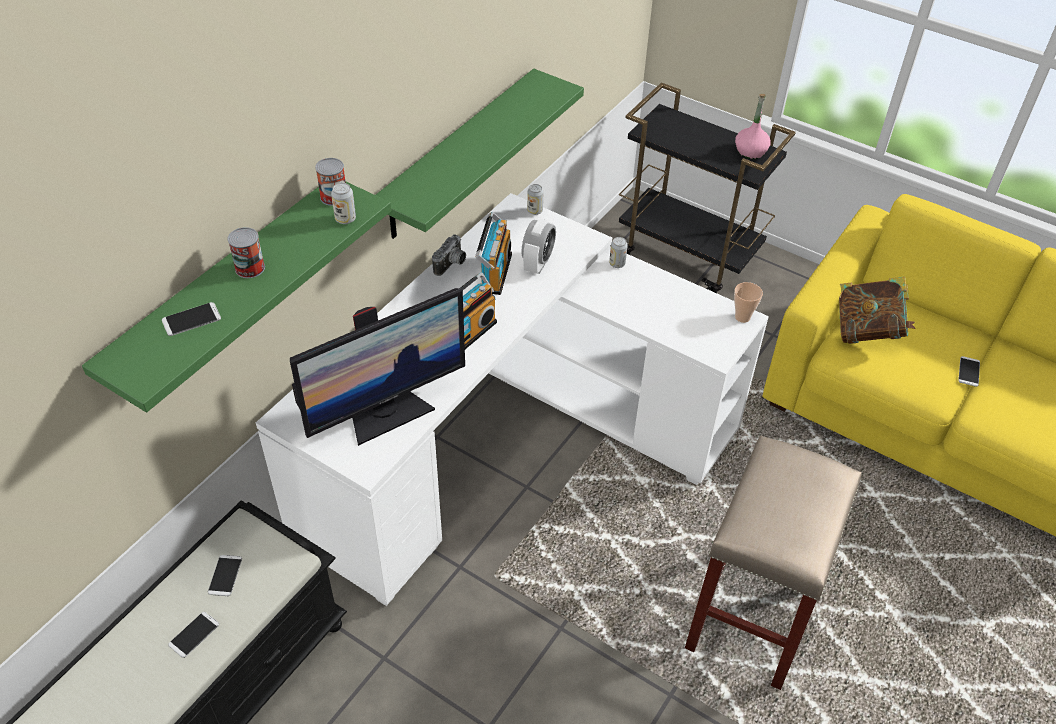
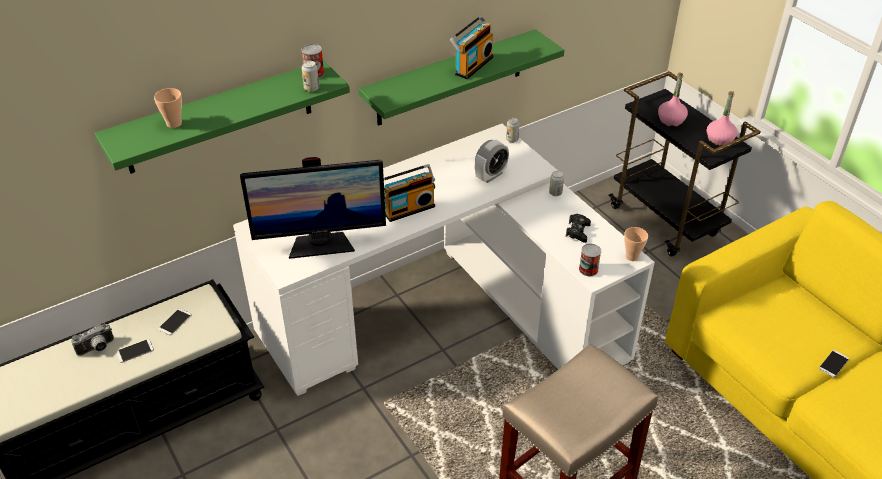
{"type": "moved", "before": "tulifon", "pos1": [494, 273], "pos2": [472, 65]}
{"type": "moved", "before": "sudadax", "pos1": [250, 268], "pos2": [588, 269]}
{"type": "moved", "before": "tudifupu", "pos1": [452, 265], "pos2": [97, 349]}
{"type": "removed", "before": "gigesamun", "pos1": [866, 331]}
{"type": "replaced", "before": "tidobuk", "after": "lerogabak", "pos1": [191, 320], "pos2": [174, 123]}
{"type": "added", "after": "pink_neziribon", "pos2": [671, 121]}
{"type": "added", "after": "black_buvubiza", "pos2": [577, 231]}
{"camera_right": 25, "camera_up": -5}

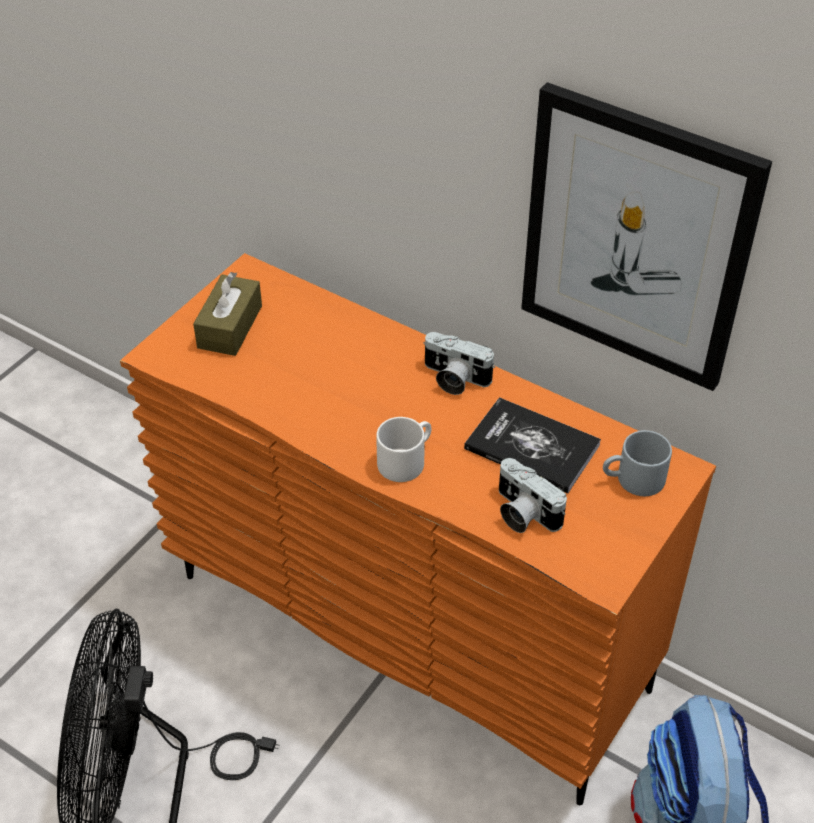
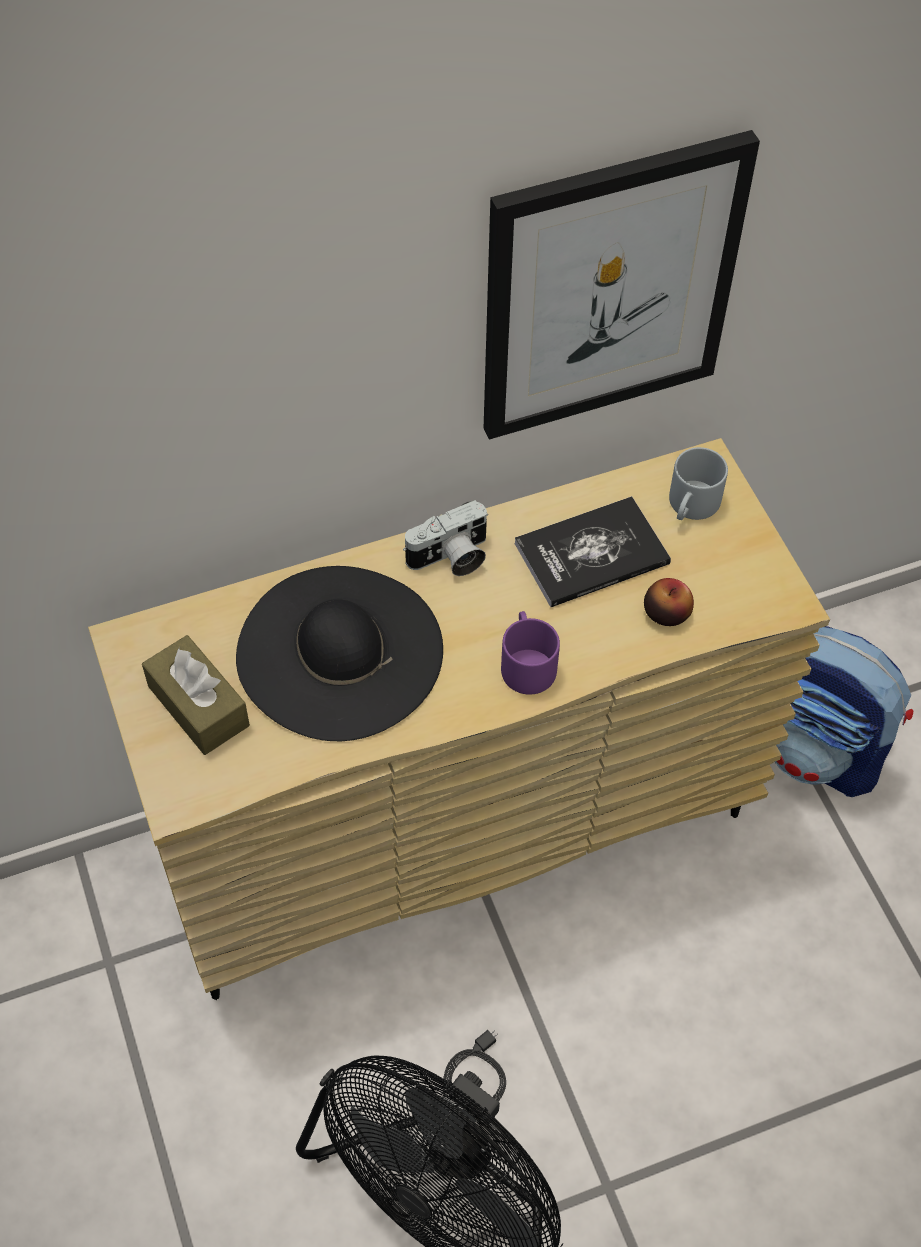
{"type": "recoloured", "before": "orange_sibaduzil", "after": "beige_sibaduzil", "pos1": [409, 636], "pos2": [457, 836]}
{"type": "recoloured", "before": "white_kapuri", "after": "purple_kapuri", "pos1": [406, 459], "pos2": [525, 662]}
{"type": "replaced", "before": "tudifupu", "after": "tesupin", "pos1": [523, 513], "pos2": [666, 612]}
{"type": "added", "after": "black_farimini", "pos2": [339, 652]}
{"camera_right": -55, "camera_up": 10}

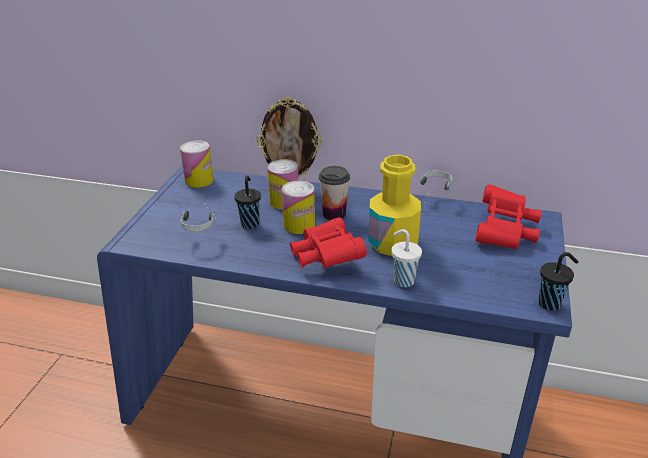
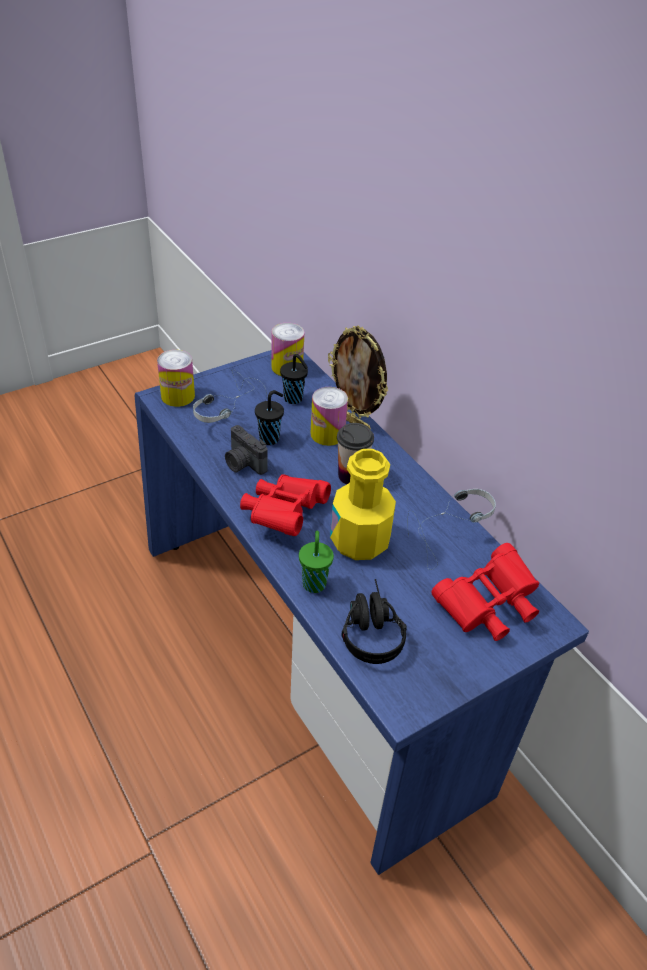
{"type": "moved", "before": "sudadax", "pos1": [299, 225], "pos2": [178, 396]}
{"type": "recoloured", "before": "white_lerogabak", "after": "green_lerogabak", "pos1": [403, 280], "pos2": [314, 583]}
{"type": "moved", "before": "black_lerogabak", "pos1": [550, 304], "pos2": [294, 399]}
{"type": "added", "after": "tudifupu", "pos2": [243, 464]}
{"type": "added", "after": "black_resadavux", "pos2": [369, 628]}
{"camera_right": 40, "camera_up": 10}

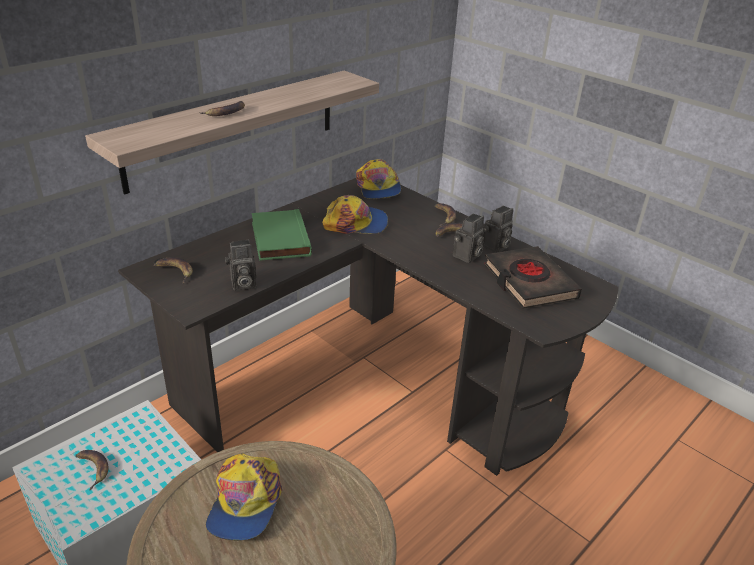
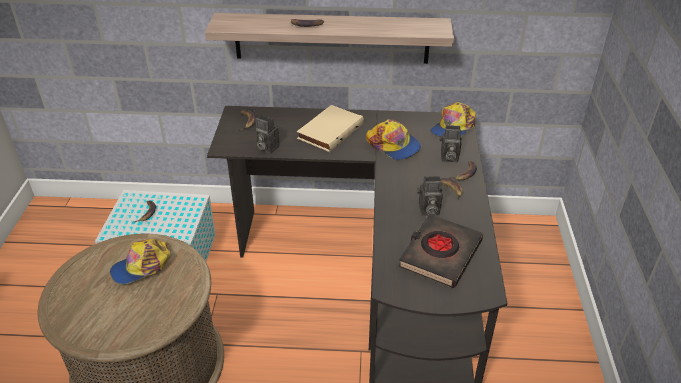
{"type": "moved", "before": "tudifupu", "pos1": [495, 248], "pos2": [448, 157]}
{"type": "recoloured", "before": "green_gigesamun", "after": "beige_gigesamun", "pos1": [278, 239], "pos2": [329, 130]}
{"camera_right": 50, "camera_up": 5}

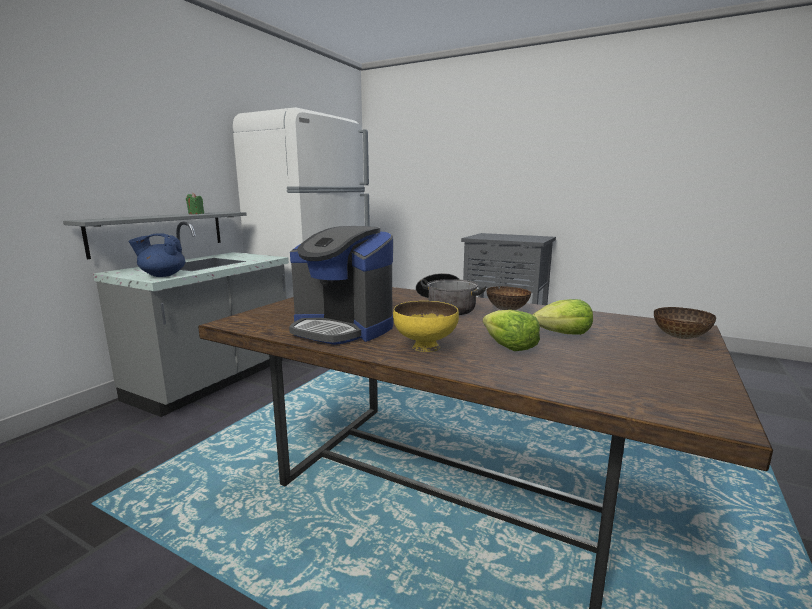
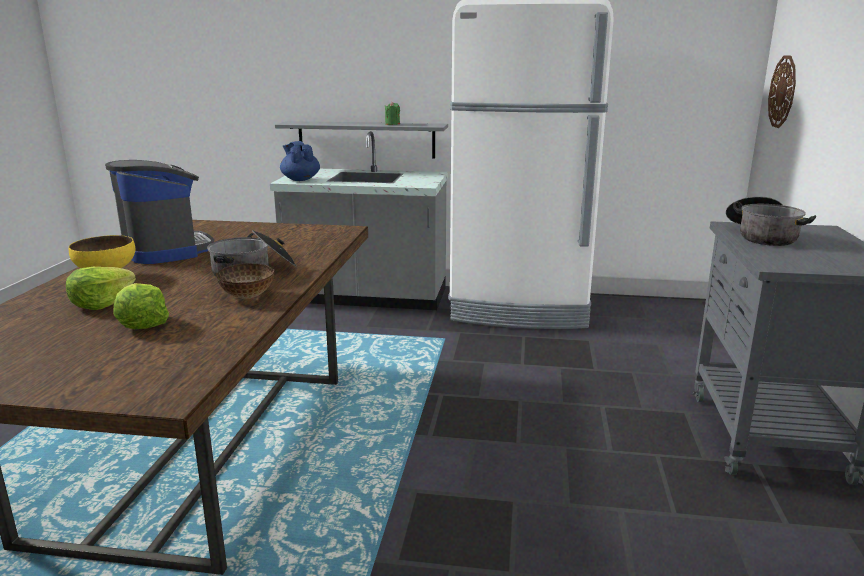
{"type": "turned", "before": "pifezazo", "pos1": [342, 328], "pos2": [166, 250], "turn": 135}
{"type": "removed", "before": "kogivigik", "pos1": [679, 337]}
{"type": "added", "after": "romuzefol", "pos2": [783, 91]}
{"type": "added", "after": "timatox", "pos2": [762, 236]}
{"camera_right": 70, "camera_up": 5}

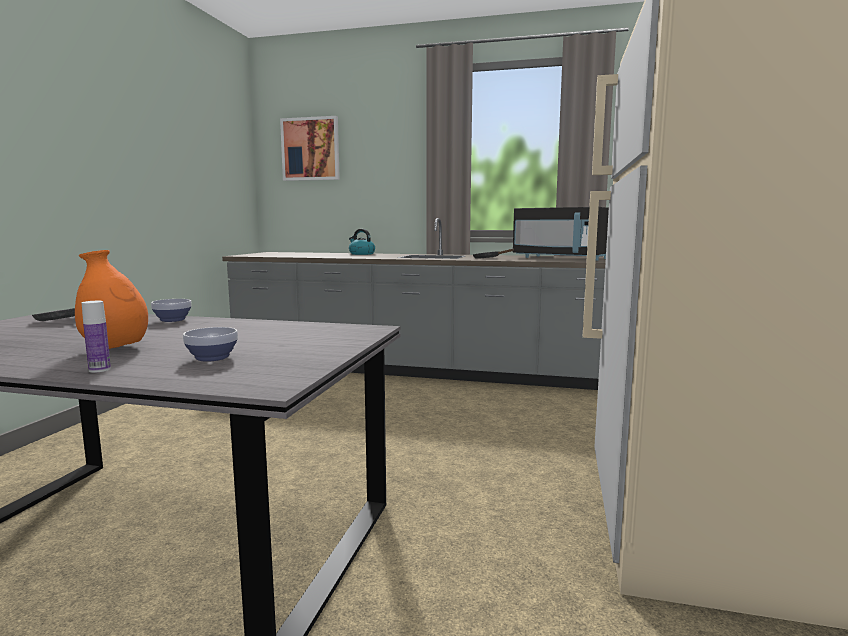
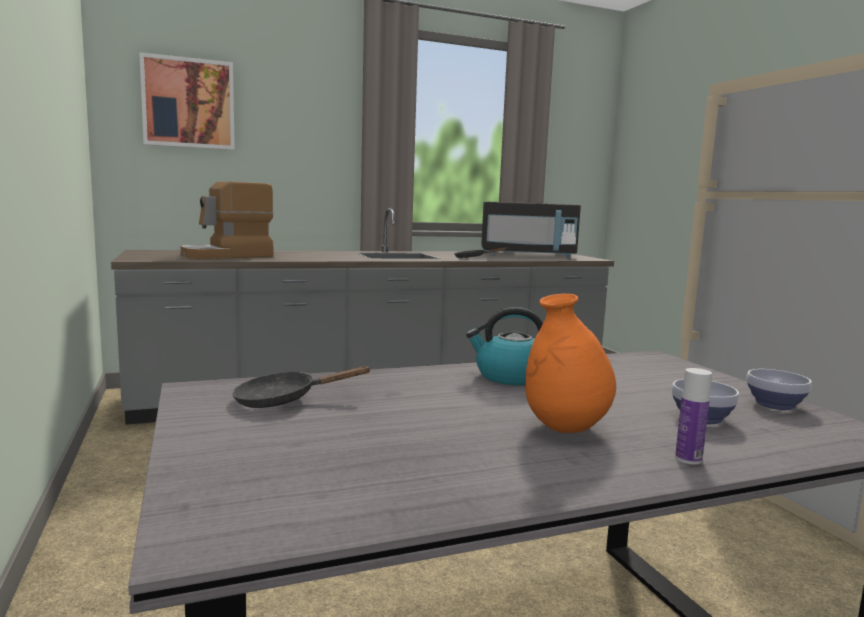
{"type": "moved", "before": "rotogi", "pos1": [361, 254], "pos2": [510, 377]}
{"type": "moved", "before": "kogivigik", "pos1": [174, 320], "pos2": [775, 404]}
{"type": "added", "after": "pifezazo", "pos2": [228, 255]}
{"camera_right": -35, "camera_up": 0}

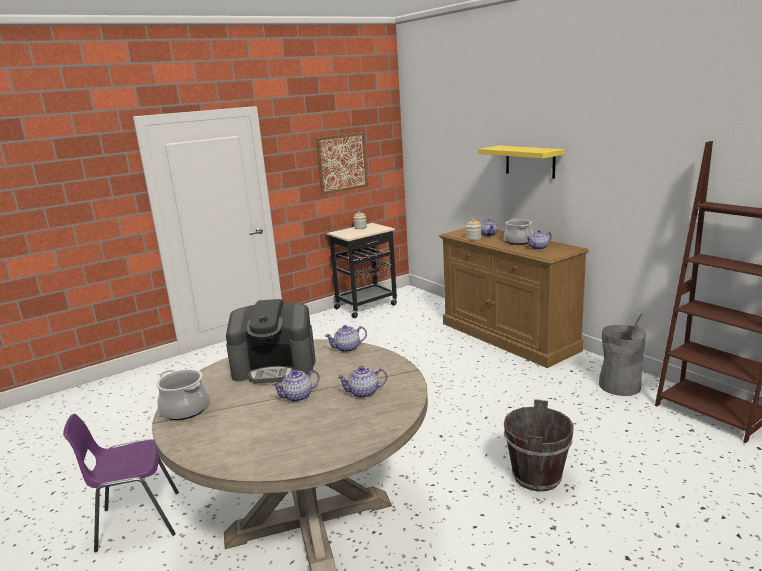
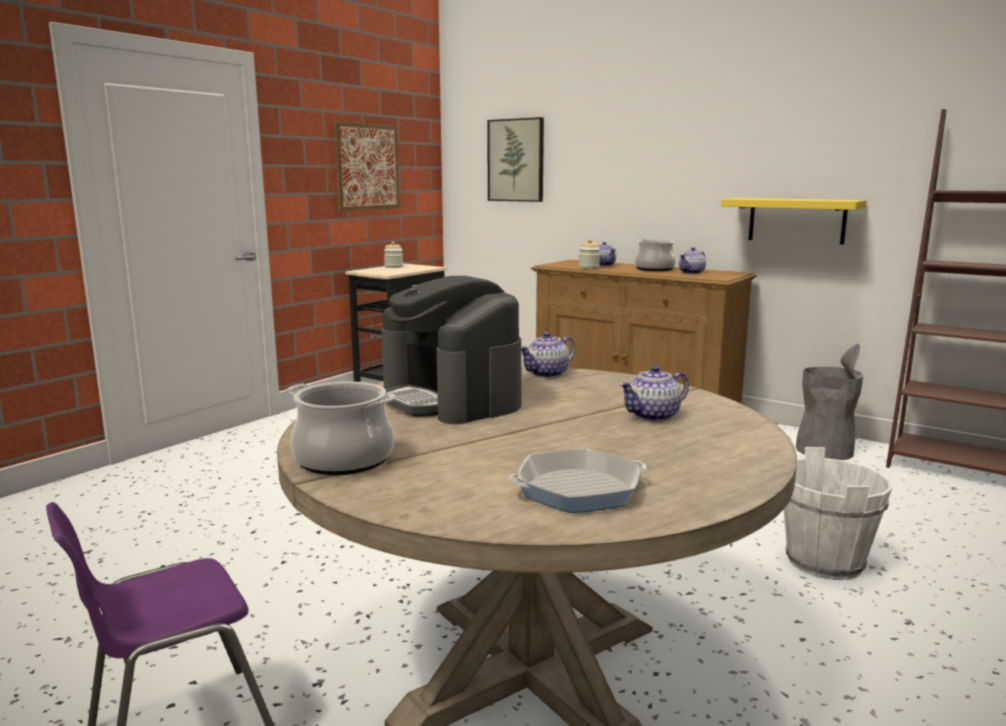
{"type": "moved", "before": "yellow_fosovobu", "pos1": [530, 161], "pos2": [796, 220]}
{"type": "turned", "before": "pifezazo", "pos1": [275, 367], "pos2": [451, 399], "turn": 75}
{"type": "removed", "before": "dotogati", "pos1": [298, 396]}
{"type": "recoloured", "before": "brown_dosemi", "after": "white_dosemi", "pos1": [537, 476], "pos2": [825, 562]}
{"type": "added", "after": "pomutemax", "pos2": [516, 160]}
{"type": "added", "after": "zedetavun", "pos2": [578, 489]}
{"camera_right": -20, "camera_up": -5}

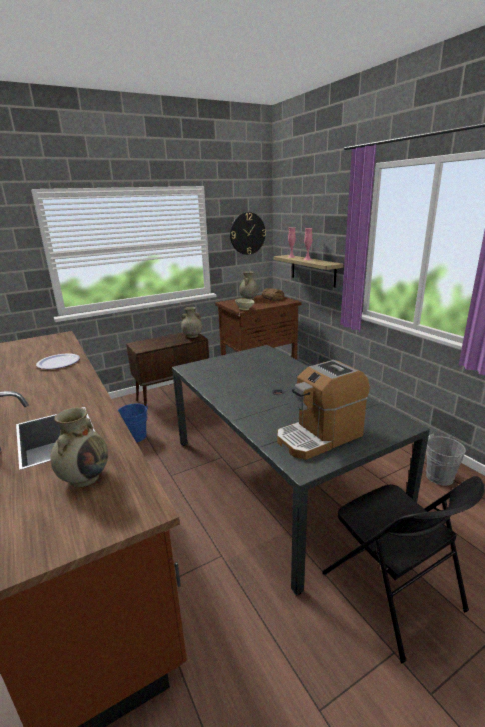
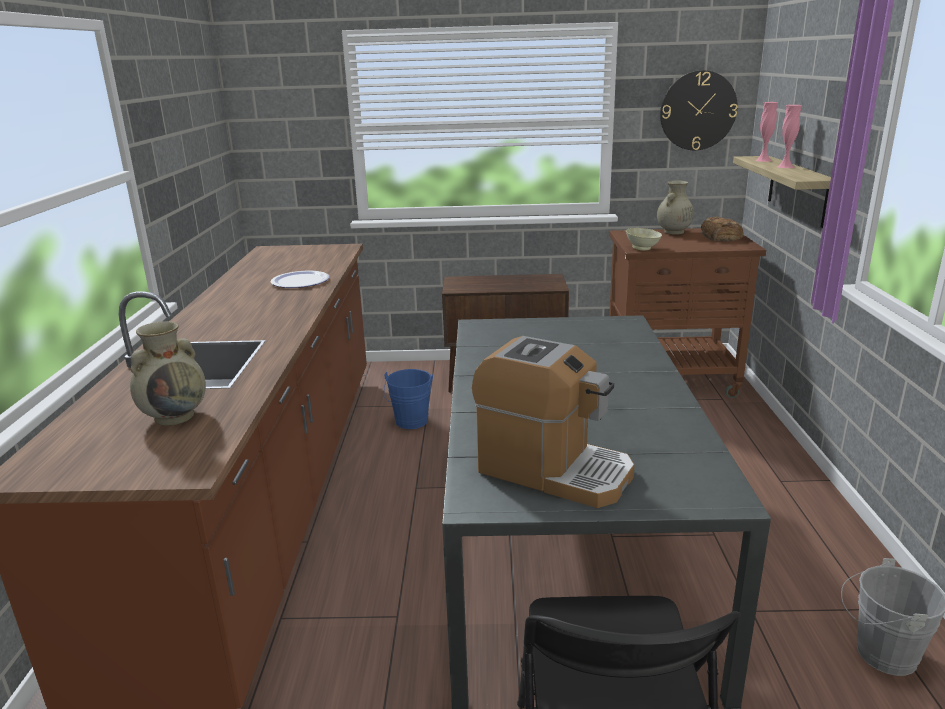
{"type": "removed", "before": "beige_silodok", "pos1": [192, 336]}
{"type": "turned", "before": "pifezazo", "pos1": [319, 436], "pos2": [554, 470], "turn": -150}
{"camera_right": 30, "camera_up": 0}

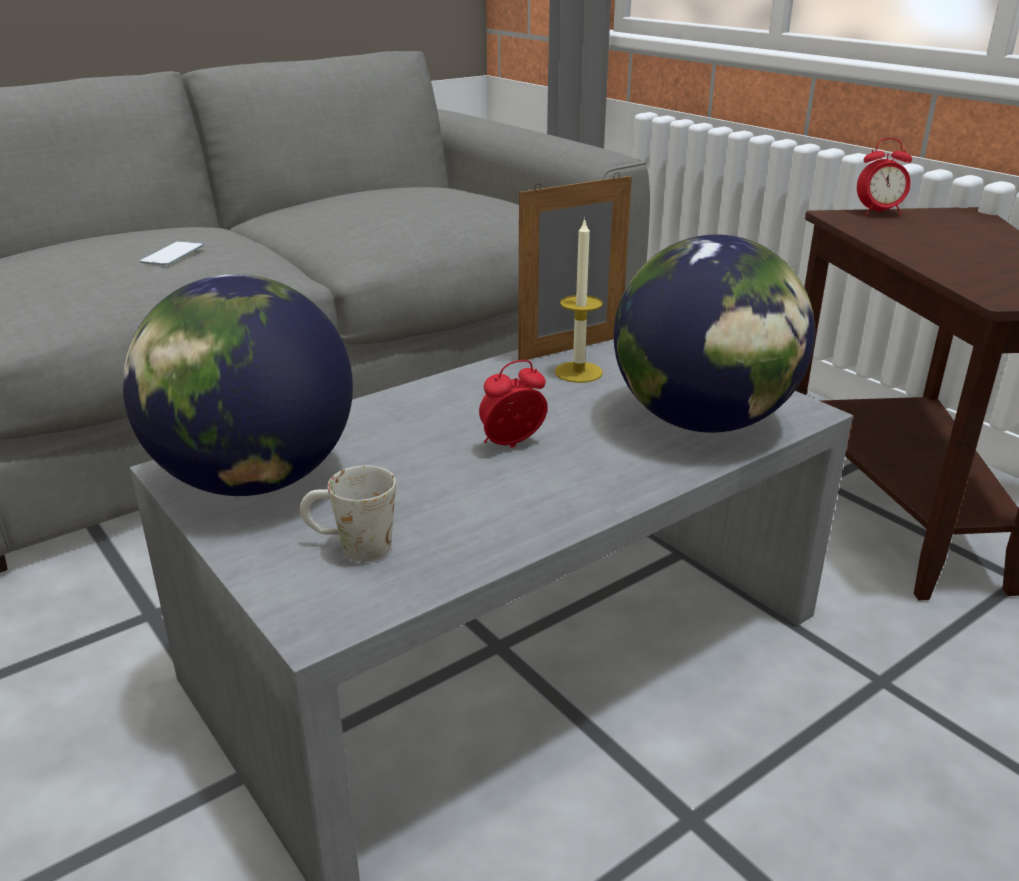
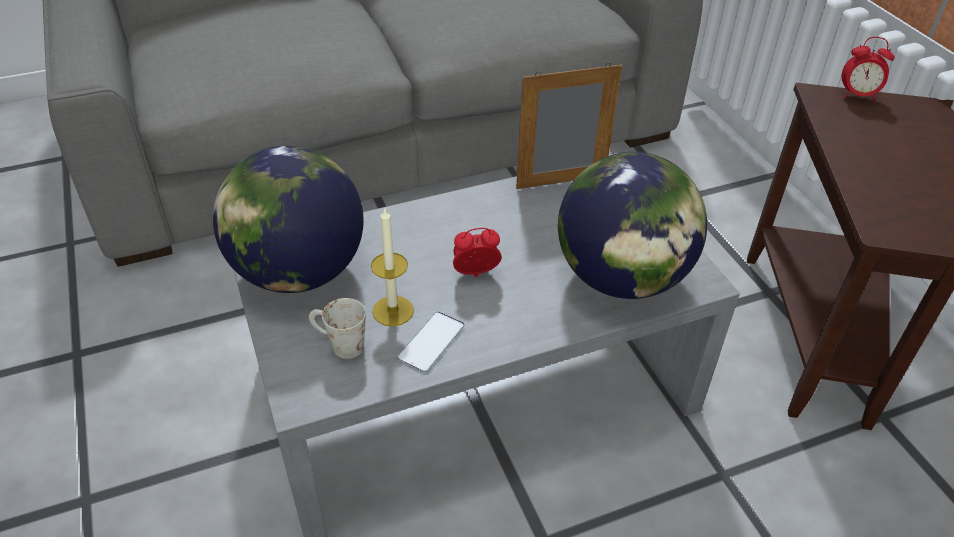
{"type": "moved", "before": "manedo", "pos1": [578, 372], "pos2": [393, 311]}
{"type": "moved", "before": "tidobuk", "pos1": [173, 254], "pos2": [431, 342]}
{"camera_right": 15, "camera_up": 15}

